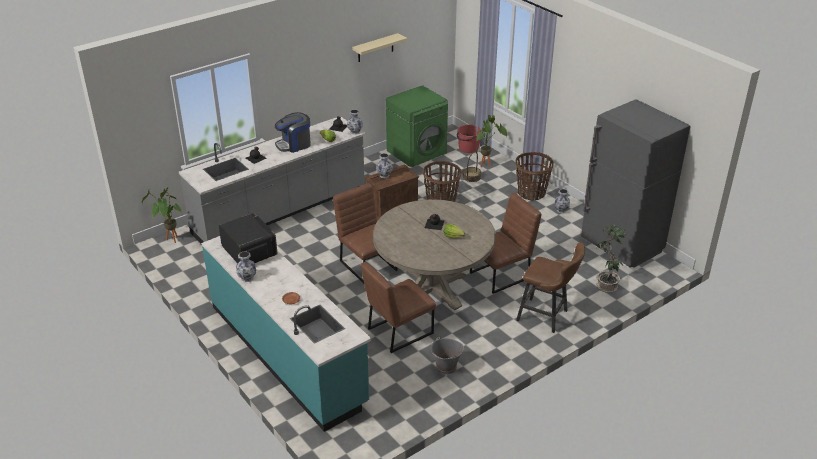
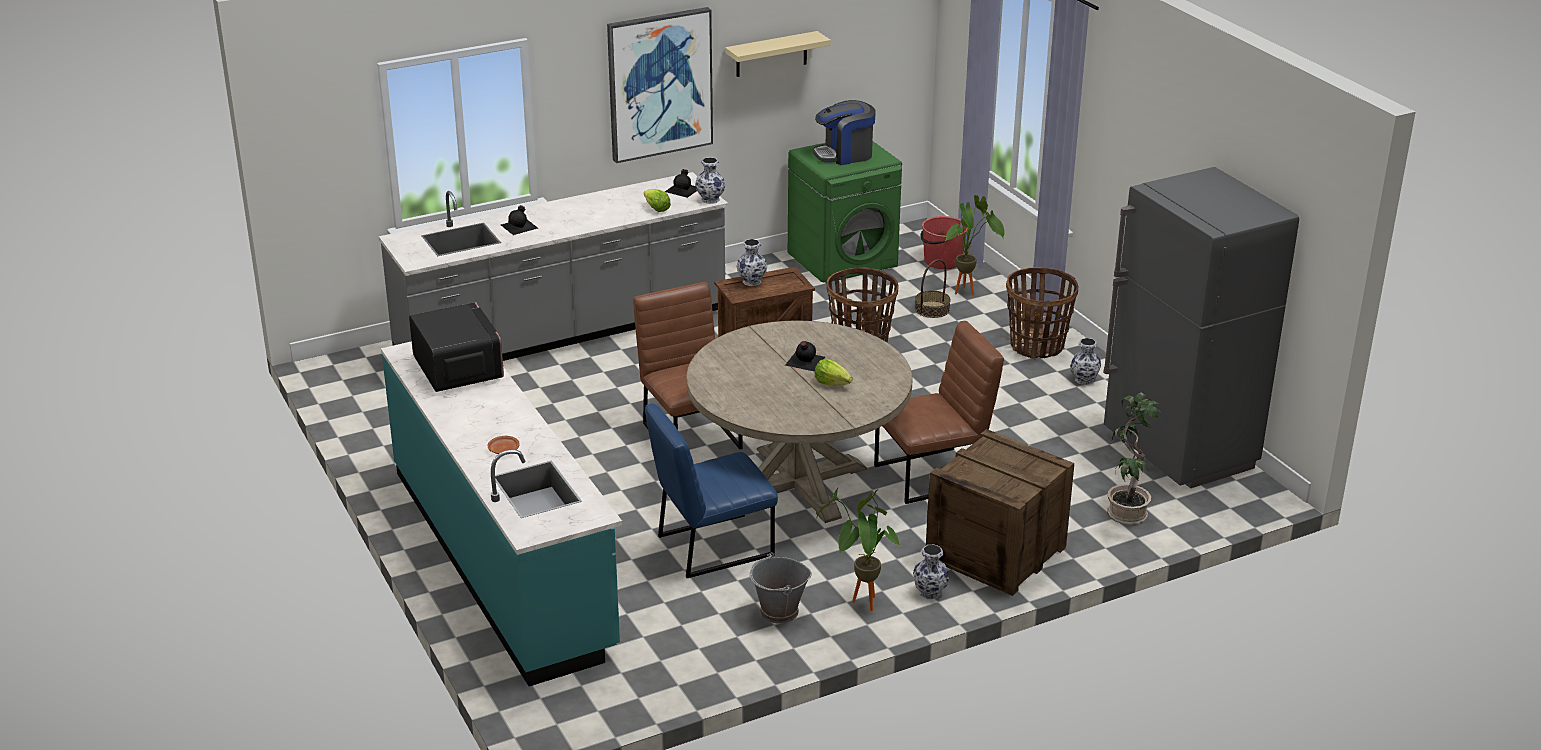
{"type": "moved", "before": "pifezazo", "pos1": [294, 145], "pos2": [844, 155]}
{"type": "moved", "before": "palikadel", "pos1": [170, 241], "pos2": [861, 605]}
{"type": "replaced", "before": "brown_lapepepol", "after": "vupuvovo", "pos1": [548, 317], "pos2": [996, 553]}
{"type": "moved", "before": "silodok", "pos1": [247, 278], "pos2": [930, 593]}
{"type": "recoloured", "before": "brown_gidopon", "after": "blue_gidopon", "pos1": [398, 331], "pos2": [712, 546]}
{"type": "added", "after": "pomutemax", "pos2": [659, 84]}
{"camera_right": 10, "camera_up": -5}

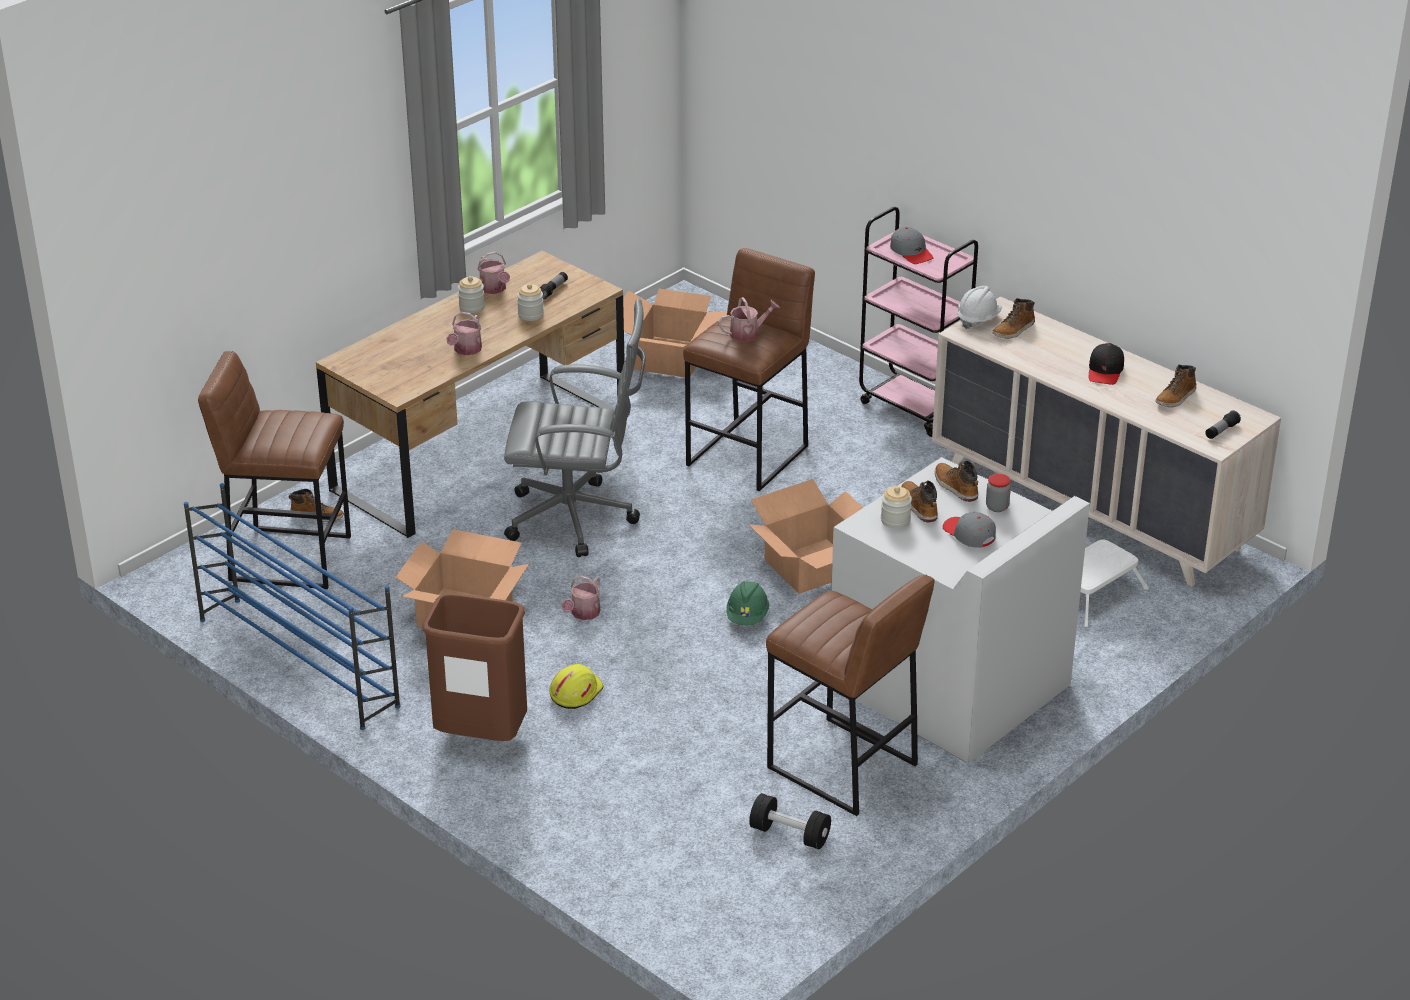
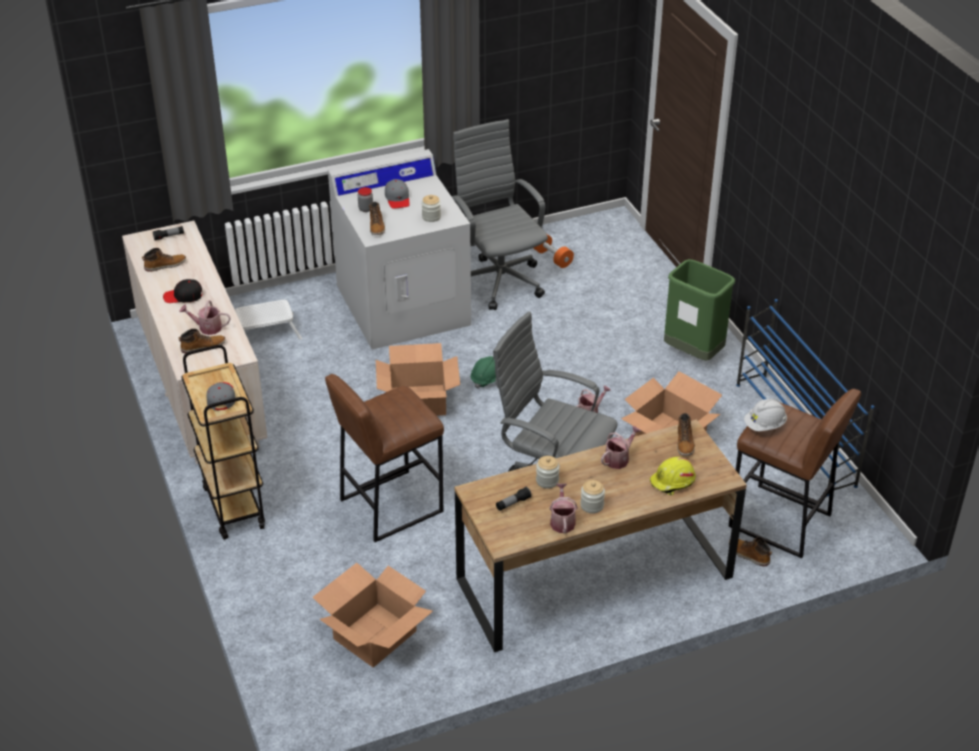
{"type": "recoloured", "before": "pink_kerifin", "after": "brown_kerifin", "pos1": [914, 410], "pos2": [232, 507]}
{"type": "moved", "before": "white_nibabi", "pos1": [978, 319], "pos2": [764, 425]}
{"type": "moved", "before": "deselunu", "pos1": [748, 333], "pos2": [207, 328]}
{"type": "turned", "before": "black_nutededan", "pos1": [1105, 371], "pos2": [183, 296], "turn": -135}
{"type": "moved", "before": "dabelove", "pos1": [918, 506], "pos2": [685, 443]}
{"type": "replaced", "before": "brown_lapepepol", "after": "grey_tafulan", "pos1": [844, 767], "pos2": [498, 280]}
{"type": "recoloured", "before": "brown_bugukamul", "after": "green_bugukamul", "pos1": [481, 735], "pos2": [693, 353]}
{"type": "moved", "before": "yellow_nibabi", "pos1": [575, 692], "pos2": [672, 482]}
{"type": "recoloured", "before": "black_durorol", "after": "orange_durorol", "pos1": [789, 834], "pos2": [552, 258]}
{"camera_right": -155, "camera_up": 5}

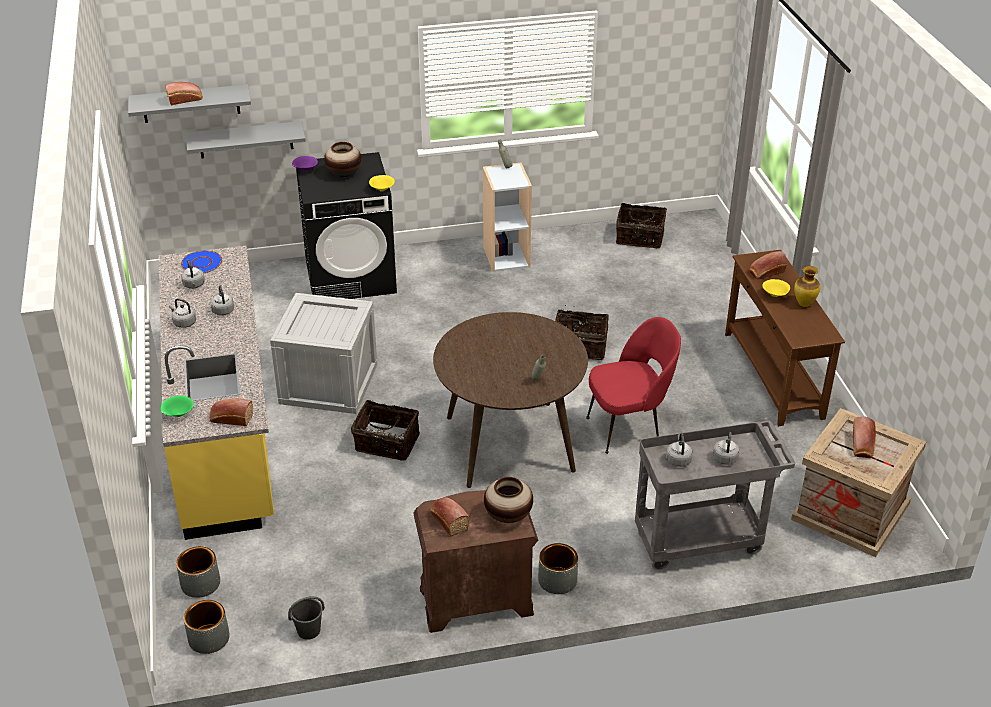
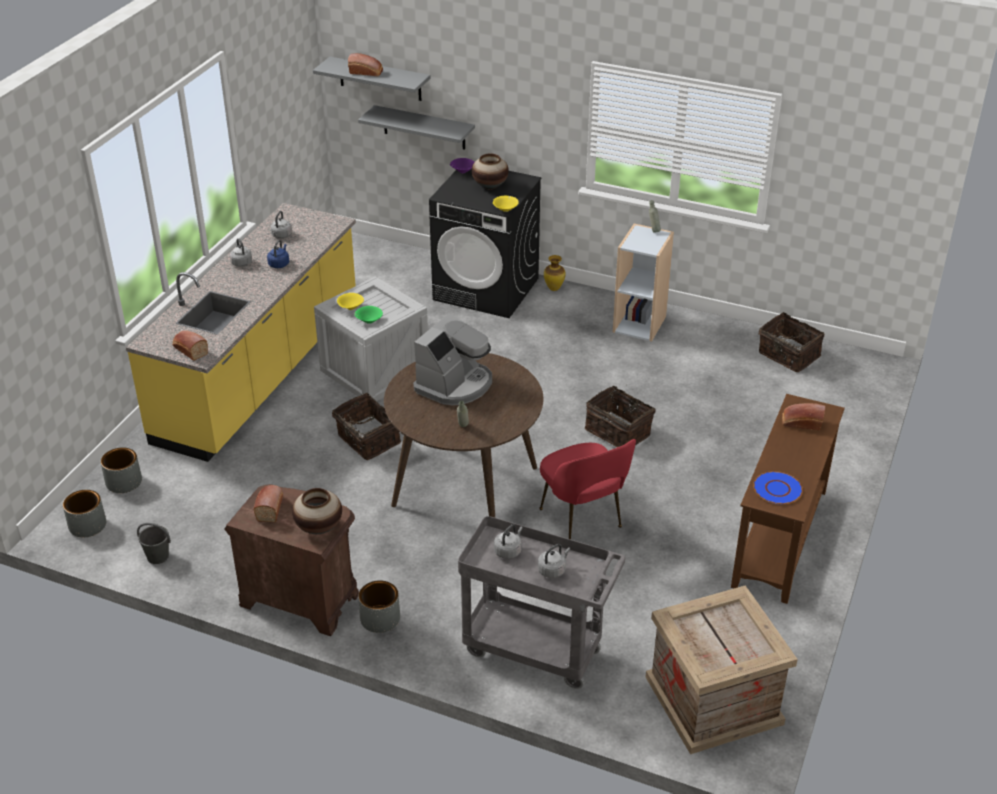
{"type": "moved", "before": "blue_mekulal", "pos1": [201, 263], "pos2": [777, 489]}
{"type": "moved", "before": "silodok", "pos1": [803, 304], "pos2": [554, 288]}
{"type": "moved", "before": "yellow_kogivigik", "pos1": [775, 295], "pos2": [350, 308]}
{"type": "recoloured", "before": "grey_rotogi", "after": "blue_rotogi", "pos1": [223, 310], "pos2": [279, 264]}
{"type": "turned", "before": "red_gidopon", "pos1": [629, 429], "pos2": [583, 523], "turn": 45}
{"type": "moved", "before": "green_kogivigik", "pos1": [178, 414], "pos2": [368, 321]}
{"type": "removed", "before": "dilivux", "pos1": [862, 446]}
{"type": "added", "after": "pifezazo", "pos2": [455, 384]}
{"camera_right": 35, "camera_up": 0}

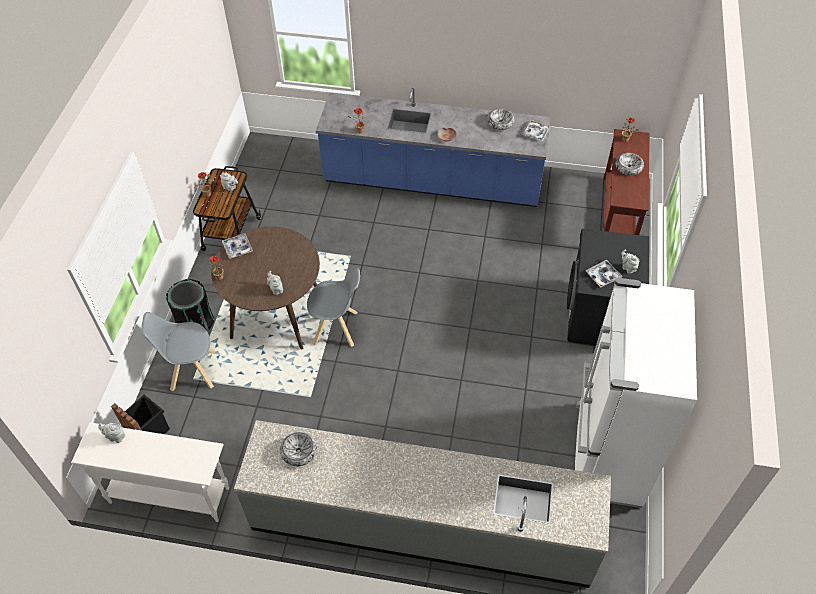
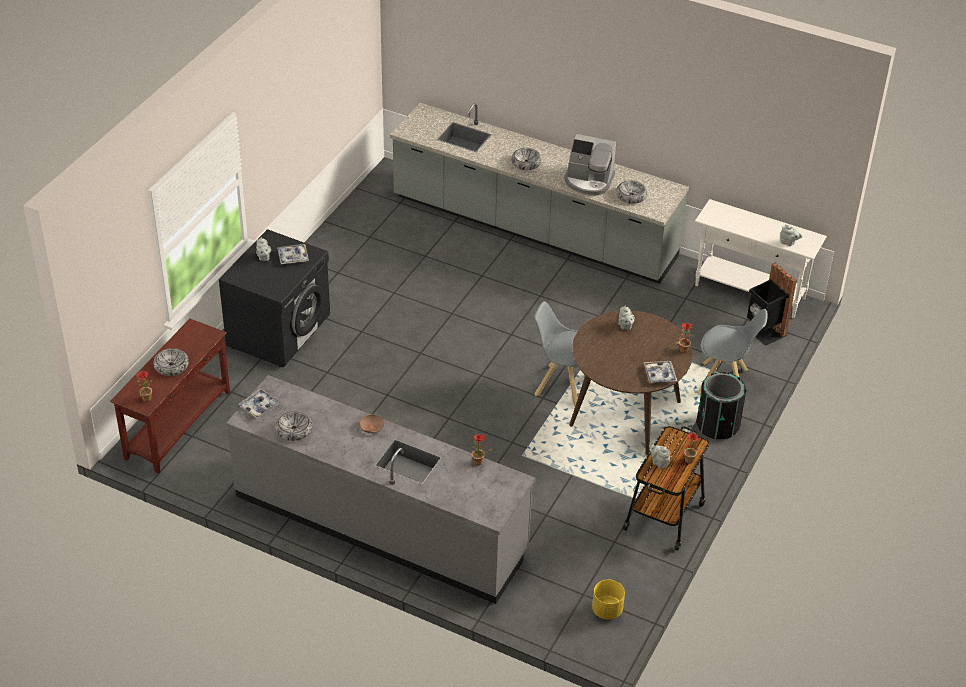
{"type": "recoloured", "before": "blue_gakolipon", "after": "grey_gakolipon", "pos1": [432, 182], "pos2": [380, 523]}
{"type": "removed", "before": "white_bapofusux", "pos1": [605, 454]}
{"type": "added", "after": "pifezazo", "pos2": [588, 181]}
{"type": "added", "after": "kogivigik", "pos2": [526, 163]}
{"type": "added", "after": "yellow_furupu", "pos2": [607, 610]}
{"camera_right": -165, "camera_up": -10}

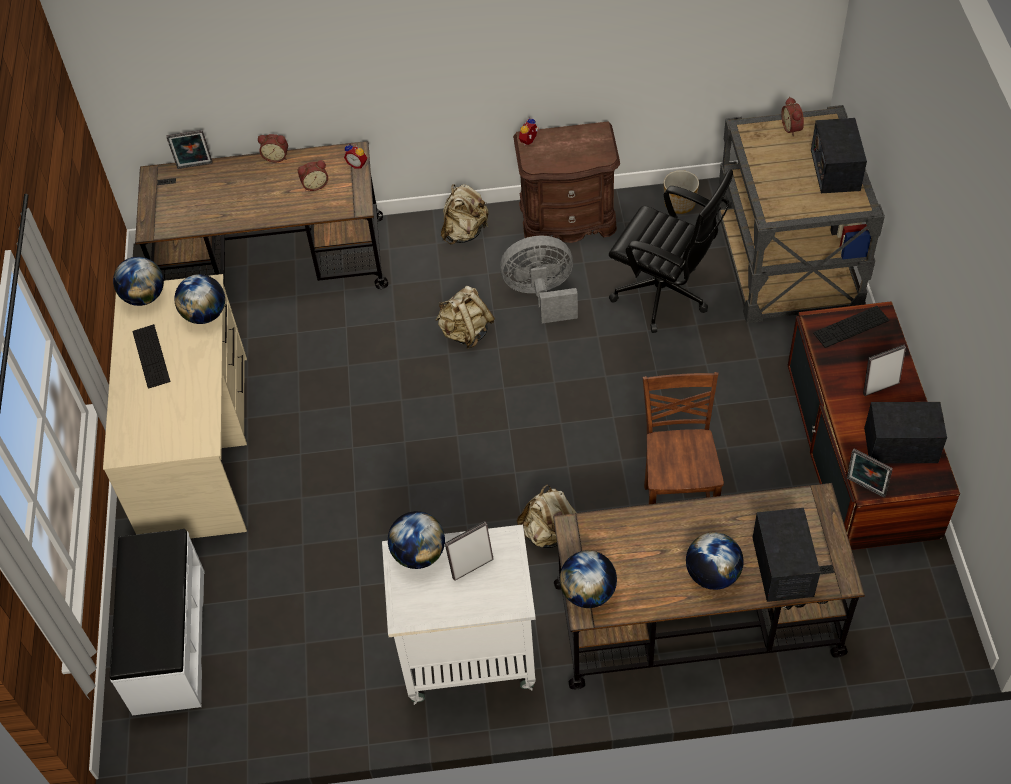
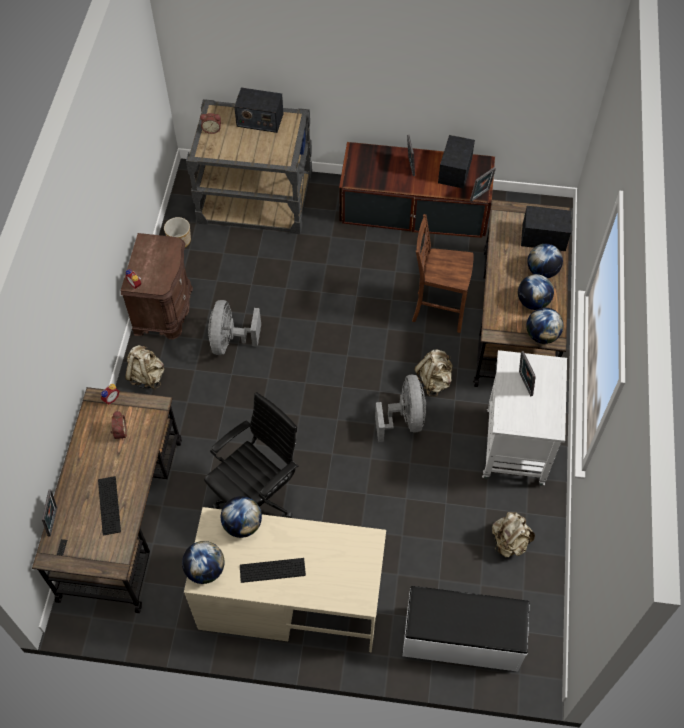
{"type": "removed", "before": "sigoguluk", "pos1": [276, 156]}
{"type": "moved", "before": "black_tafulan", "pos1": [665, 296], "pos2": [257, 498]}
{"type": "moved", "before": "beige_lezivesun", "pos1": [465, 333], "pos2": [509, 542]}
{"type": "moved", "before": "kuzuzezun", "pos1": [851, 326], "pos2": [109, 505]}
{"type": "moved", "before": "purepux", "pos1": [418, 554], "pos2": [533, 302]}
{"type": "added", "after": "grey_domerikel", "pos2": [404, 420]}
{"camera_right": -80, "camera_up": 5}

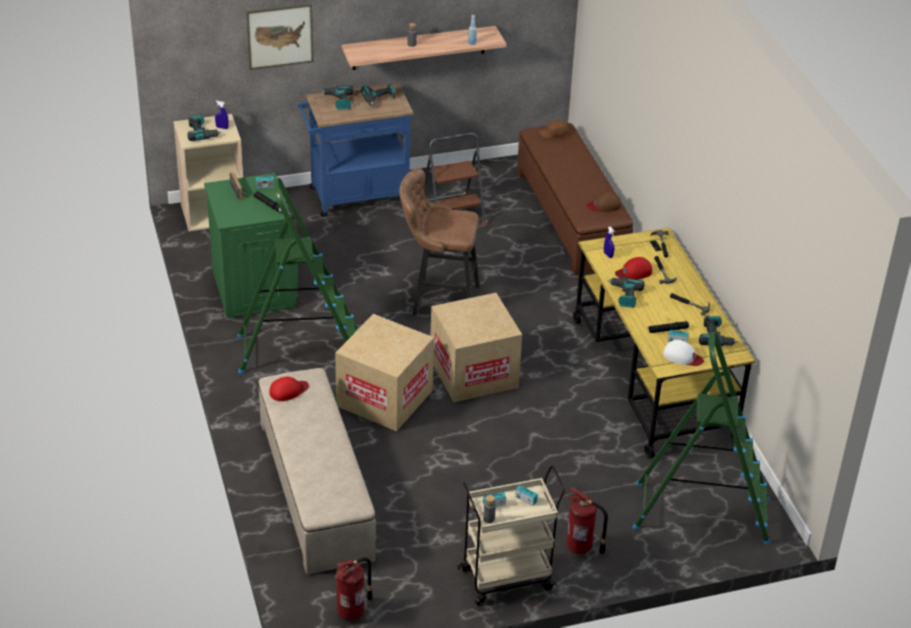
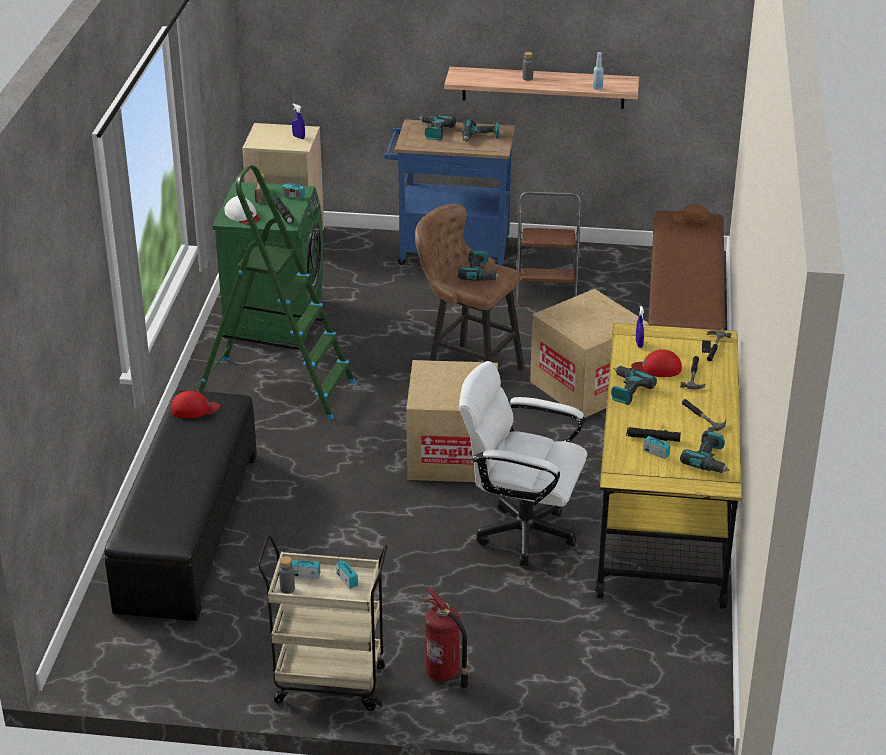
{"type": "removed", "before": "pomutemax", "pos1": [280, 36]}
{"type": "moved", "before": "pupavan", "pos1": [202, 133], "pos2": [480, 273]}
{"type": "removed", "before": "brown_nutededan", "pos1": [604, 205]}
{"type": "moved", "before": "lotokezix", "pos1": [384, 398], "pos2": [586, 386]}
{"type": "removed", "before": "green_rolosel", "pos1": [702, 513]}
{"type": "moved", "before": "white_nutededan", "pos1": [682, 356], "pos2": [242, 215]}
{"type": "recoloured", "before": "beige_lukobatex", "after": "black_lukobatex", "pos1": [314, 488], "pos2": [188, 528]}
{"type": "removed", "before": "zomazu", "pos1": [352, 611]}
{"type": "added", "after": "white_tafulan", "pos2": [520, 535]}
{"camera_right": 25, "camera_up": -5}

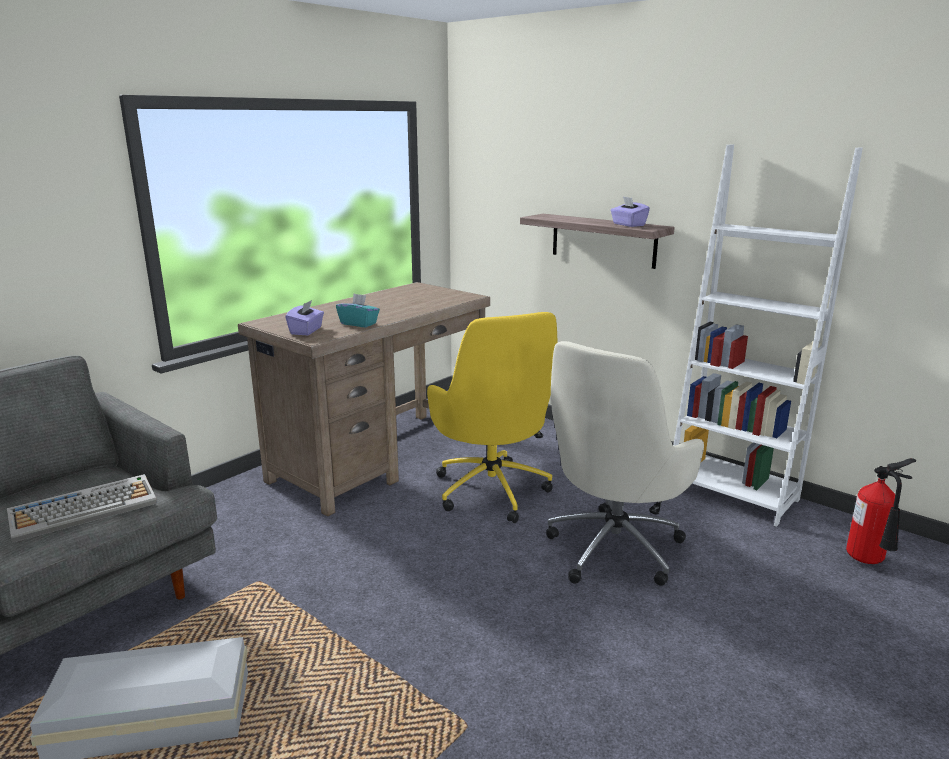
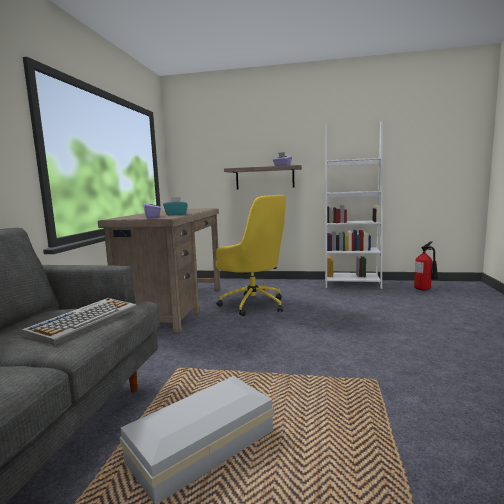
{"type": "removed", "before": "beige_tafulan", "pos1": [613, 550]}
{"camera_right": -30, "camera_up": -10}

